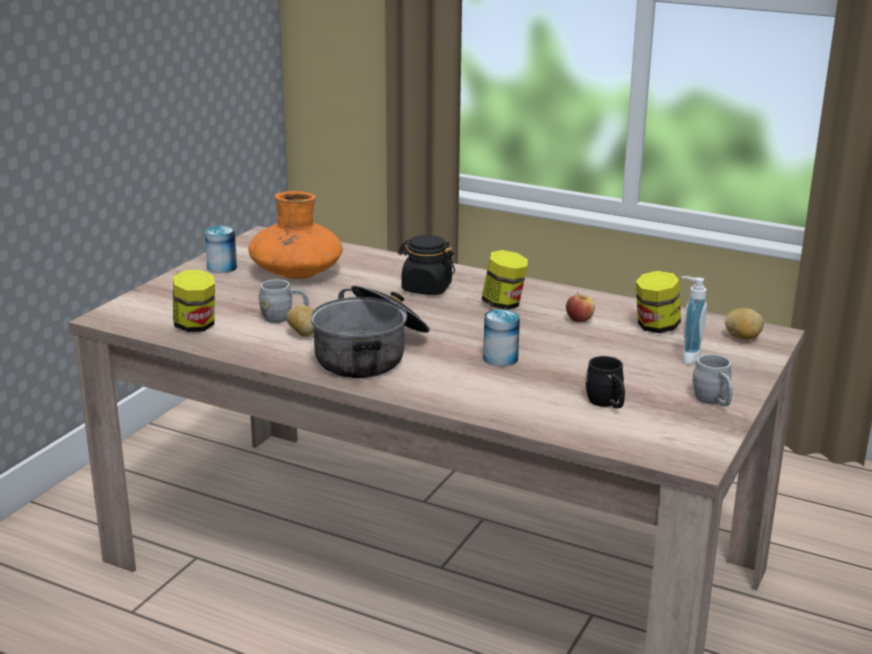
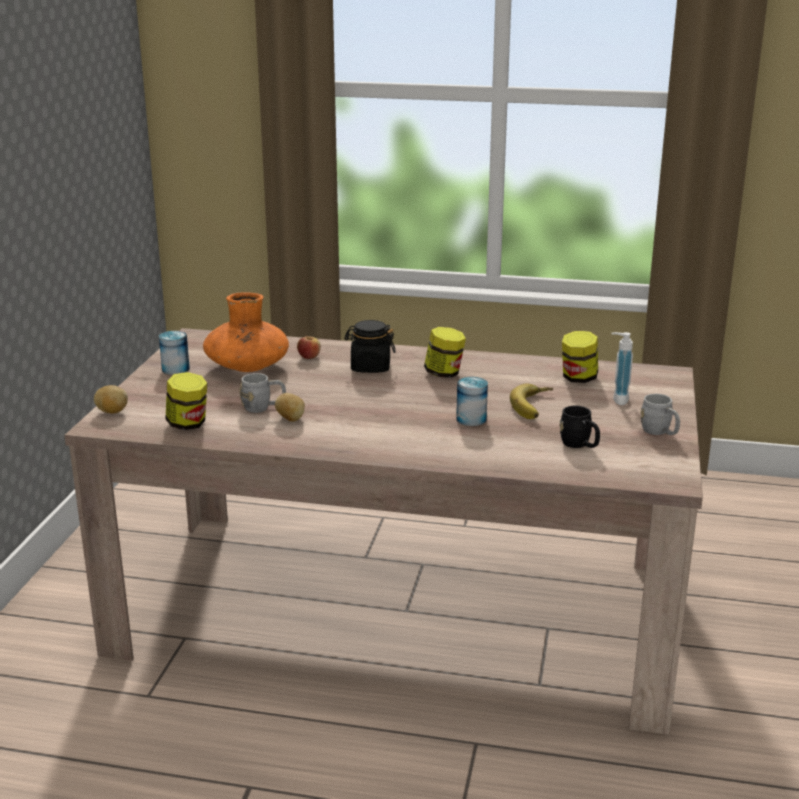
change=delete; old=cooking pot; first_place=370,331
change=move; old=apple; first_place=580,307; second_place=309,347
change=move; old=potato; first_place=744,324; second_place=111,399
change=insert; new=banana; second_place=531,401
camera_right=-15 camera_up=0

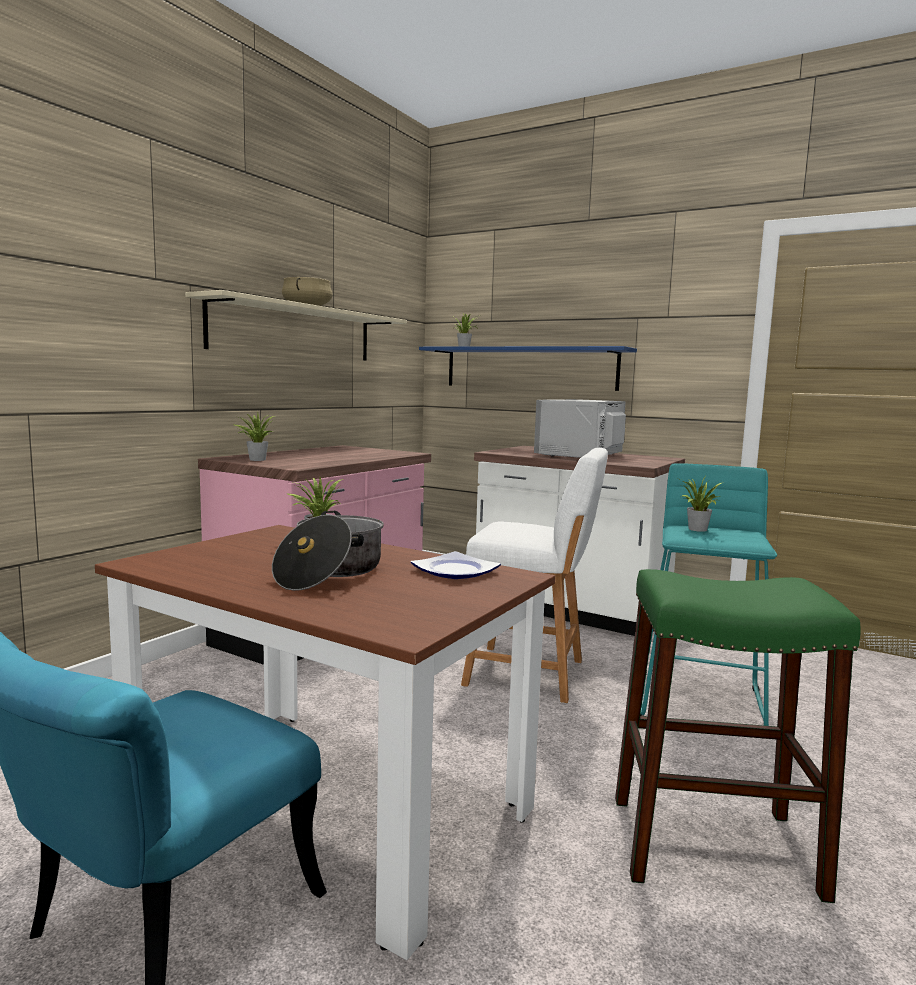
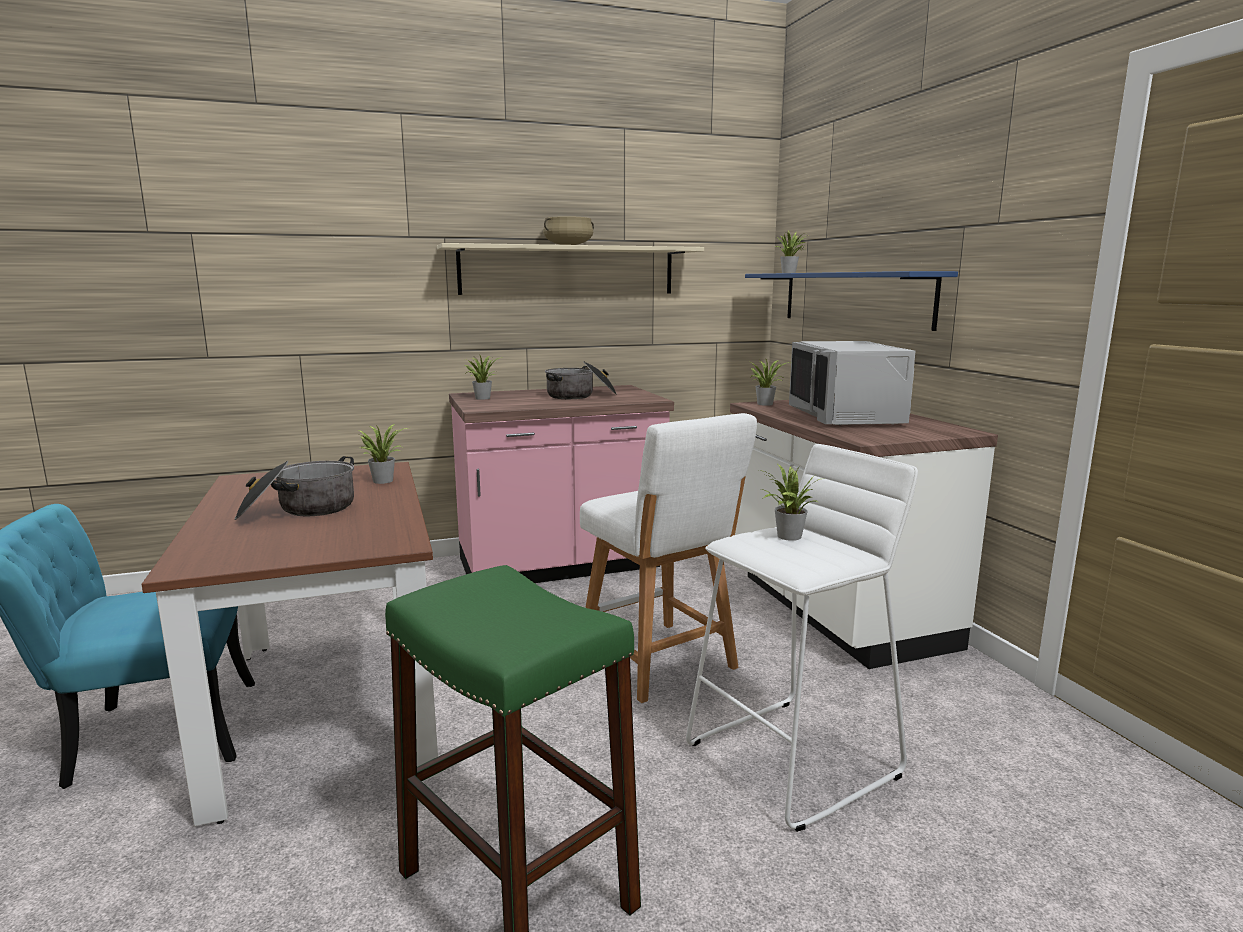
change=rotate; old=grey microwave; first_place=580,428; second_place=852,383; degrees=-75
change=recolor; old=turquoise stool; new=white stool; first_place=708,594; second_place=802,638
change=delete; old=plate; first_place=456,565
change=insert; new=potted plant; second_place=771,382
change=insert; new=cooking pot; second_place=581,380
camera_right=40 camera_up=5

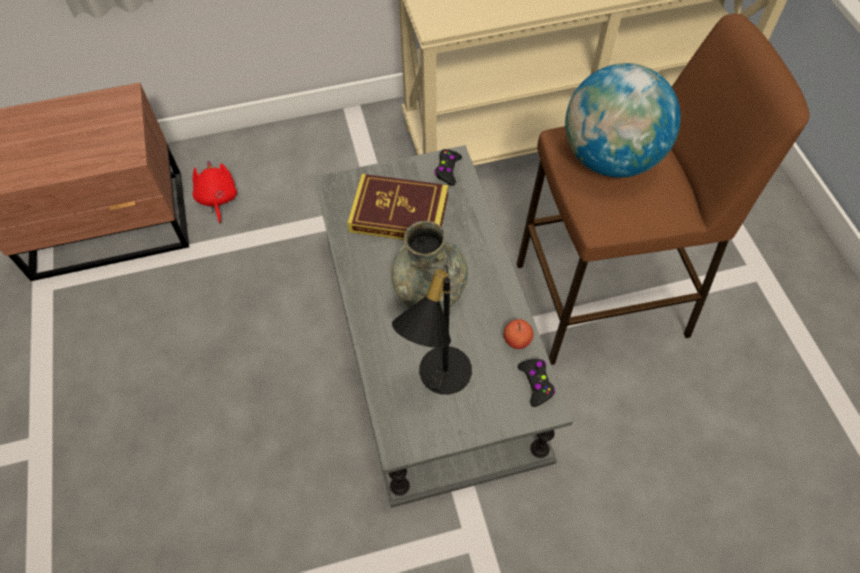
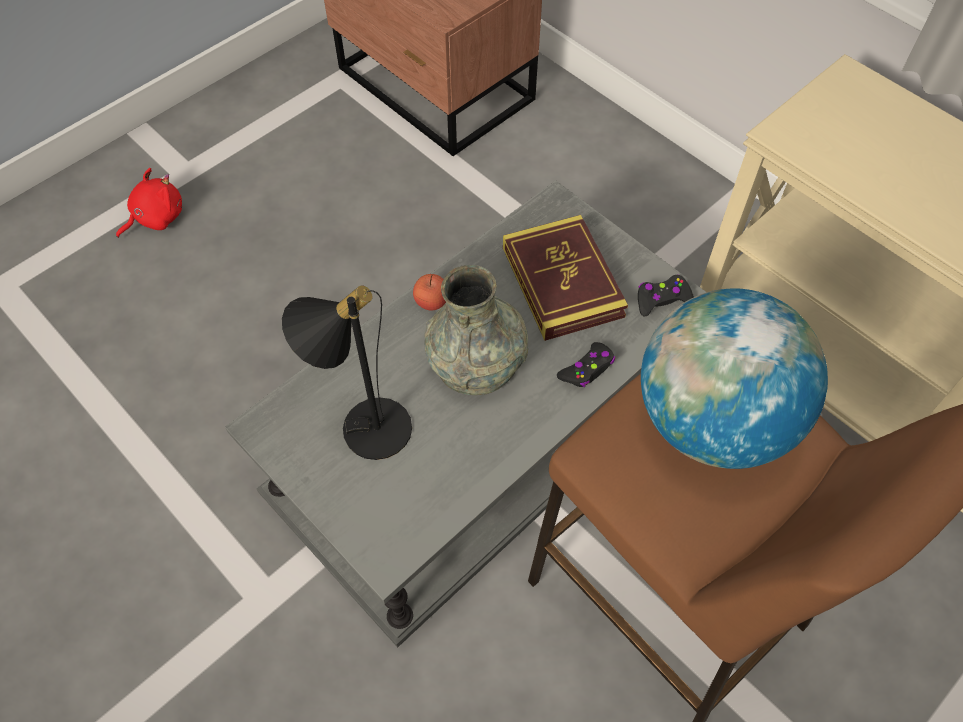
change=move; old=red plush toy; first_place=214,192; second_place=149,203
change=move; old=apple; first_place=518,334; second_place=429,292
change=move; old=black game controller; first_place=536,383; second_place=586,364
camera_right=60 camera_up=0

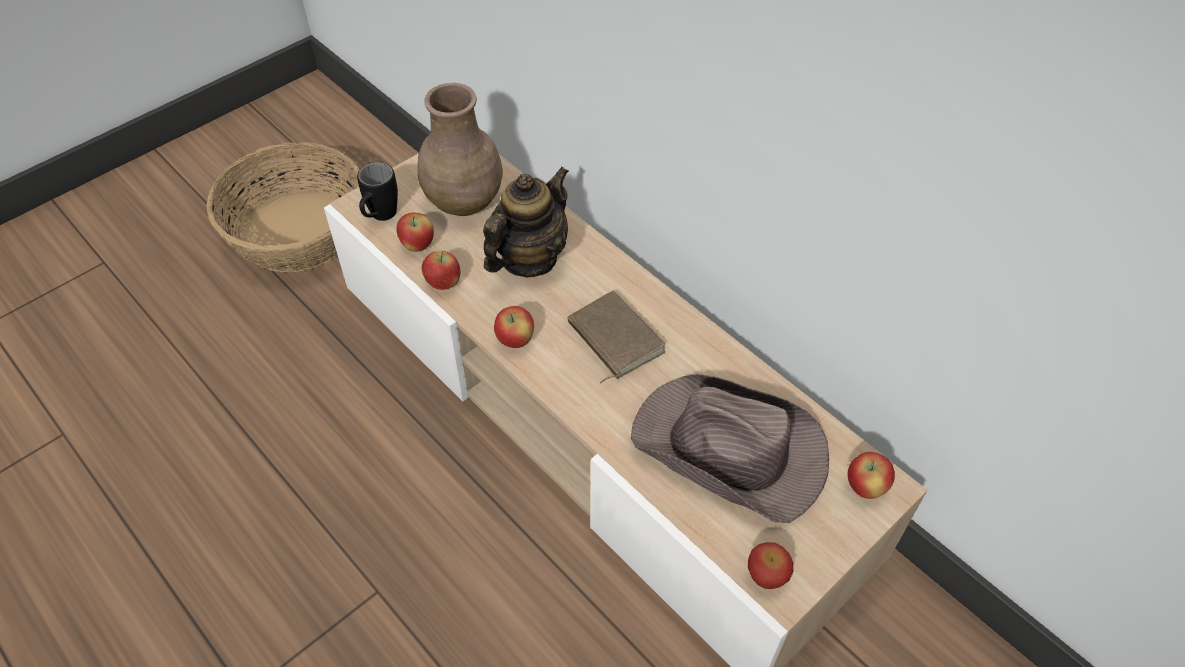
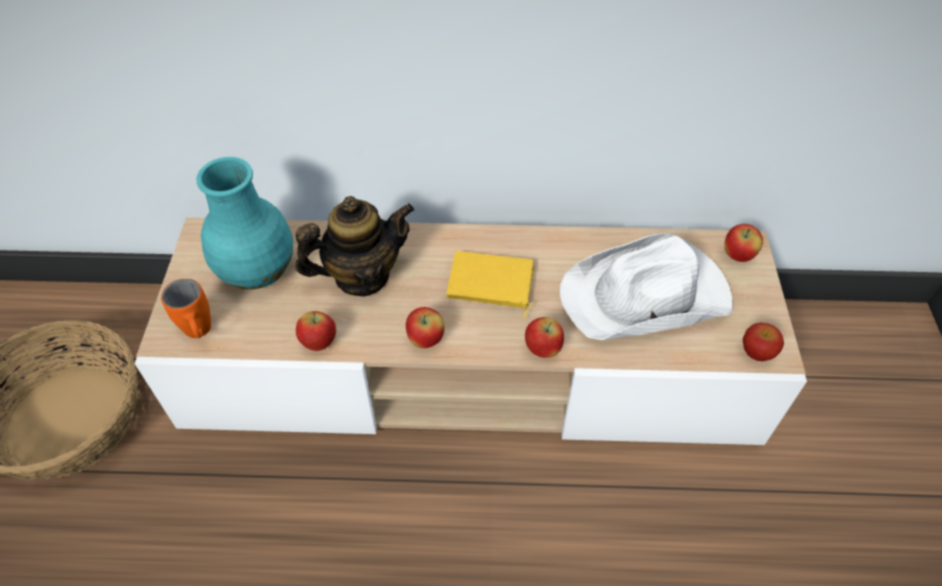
change=recolor; old=brown vase; new=turquoise vase; first_place=460,149; second_place=244,223
change=recolor; old=black mug; new=orange mug; first_place=377,191; second_place=186,308
change=rotate; old=teapot; first_place=526,222; second_place=354,246; degrees=75
change=move; old=apple; first_place=415,232; second_place=544,337
change=recolor; old=brown book; new=yellow book; first_place=616,337; second_place=490,285
change=recolor; old=brown hat; new=white hat; first_place=730,448; second_place=646,286
camera_right=-45 camera_up=0

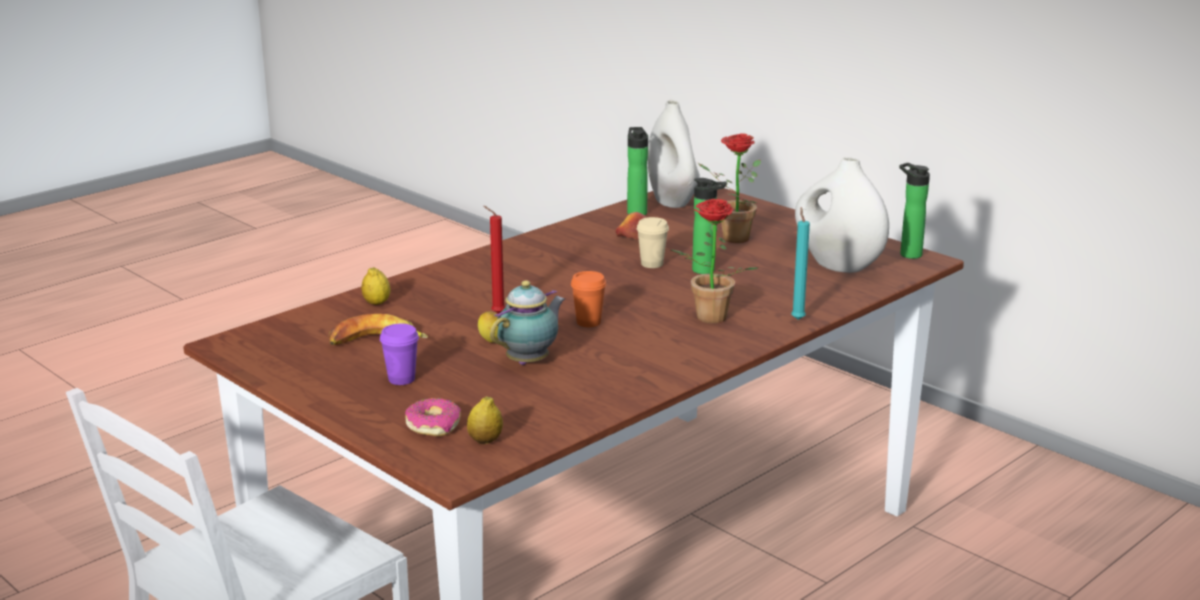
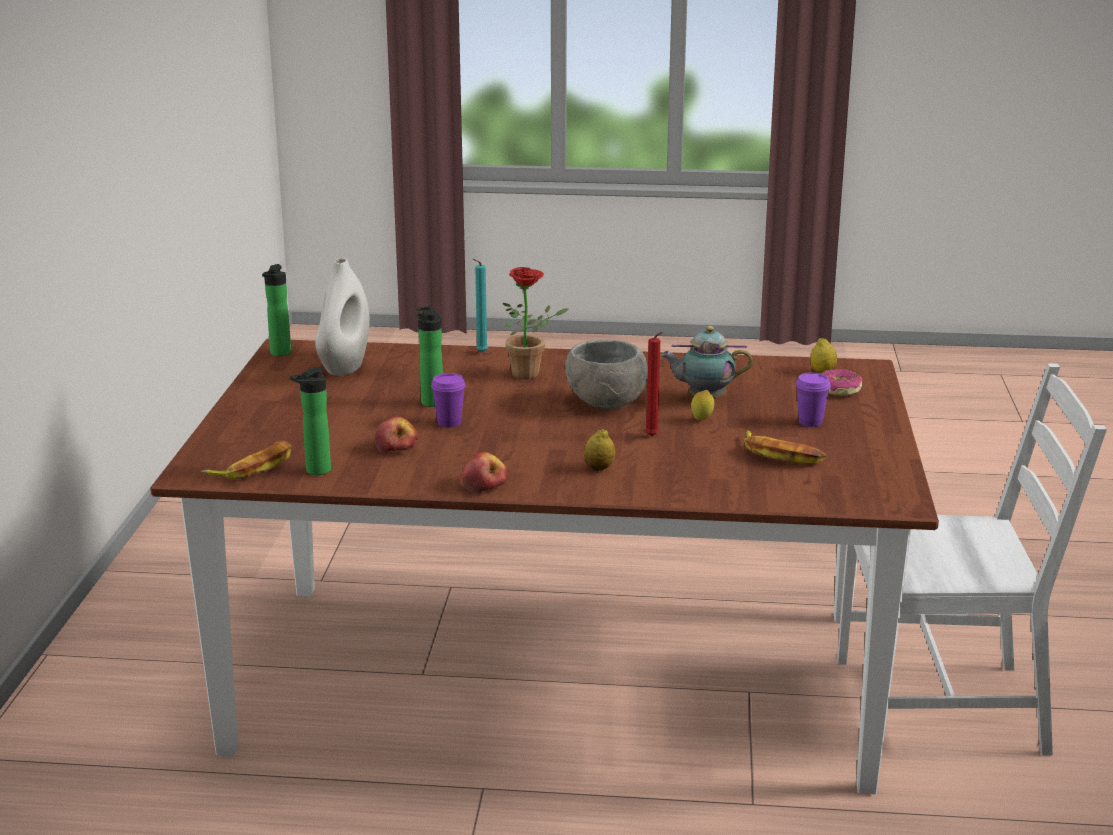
change=replace; old=white vase; new=banana; first_place=673,154; second_place=246,460
change=delete; old=potted plant; first_place=729,188
change=recolor; old=beige cup; new=purple cup; first_place=652,242; second_place=448,400
change=move; old=lemon; first_place=376,286; second_place=599,450
change=replace; old=orange cup; new=grey bowl; first_place=588,299; second_place=606,375
change=insert; new=apple; second_place=483,472
camera_right=-130 camera_up=0

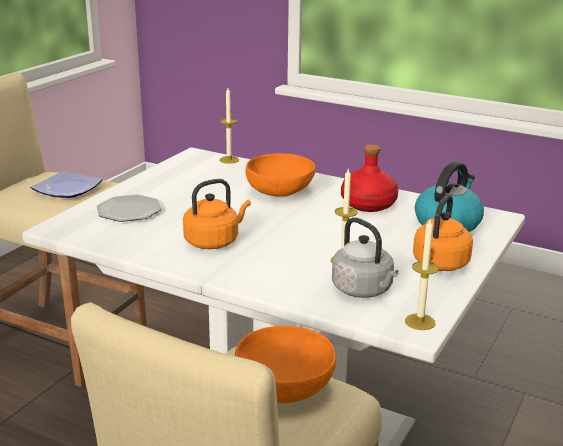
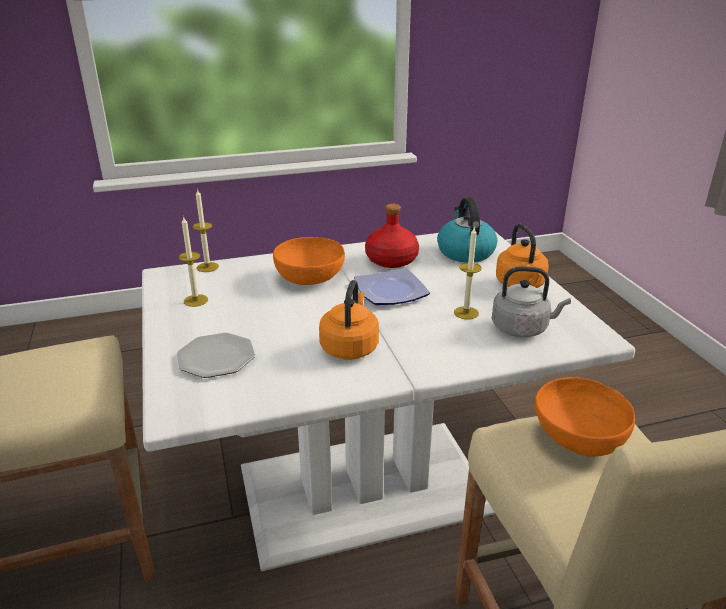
change=move; old=plate; first_place=66,184; second_place=392,286
change=move; old=candle; first_place=422,275; second_place=193,261
camera_right=-45 camera_up=5

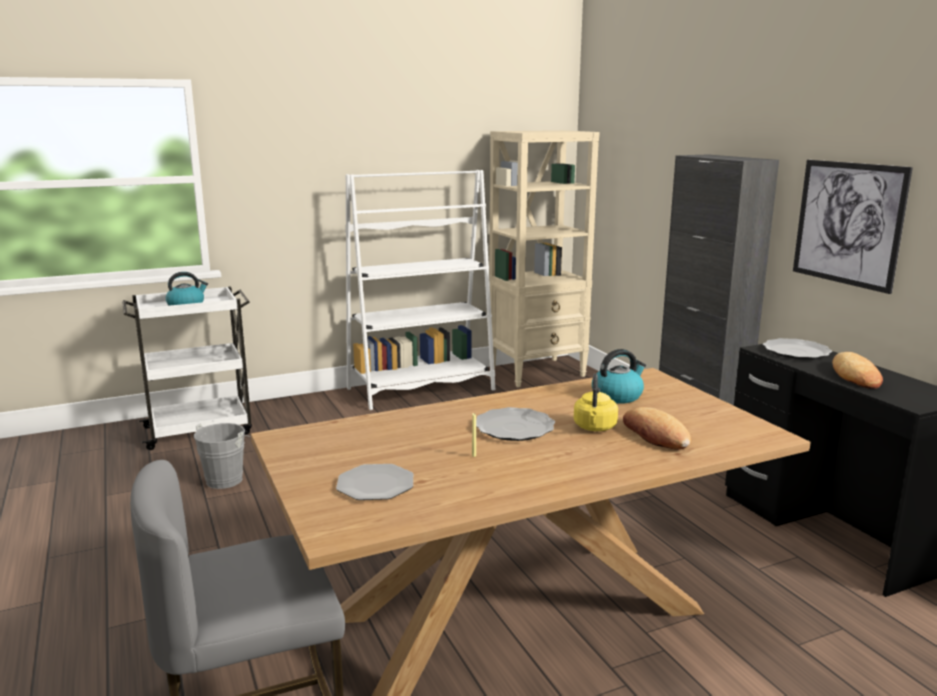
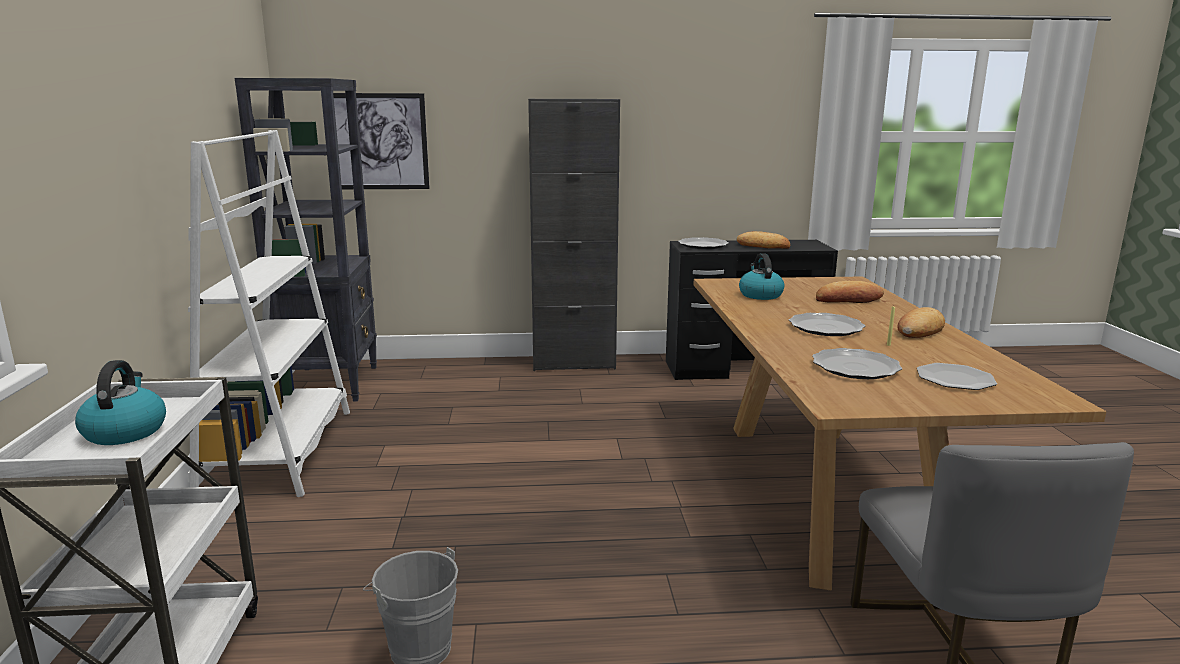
change=recolor; old=beige bookcase; new=black bookcase; first_place=544,258; second_place=306,239
change=move; old=picture; first_place=853,227; second_place=381,141
change=delete; old=yellow kettle; first_place=596,402
change=insert; new=bread; second_place=921,322
change=insert; new=plate; second_place=857,363
camera_right=-70 camera_up=0

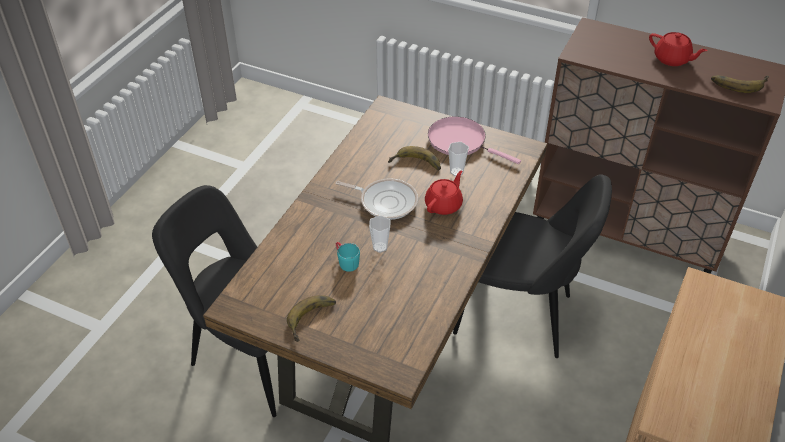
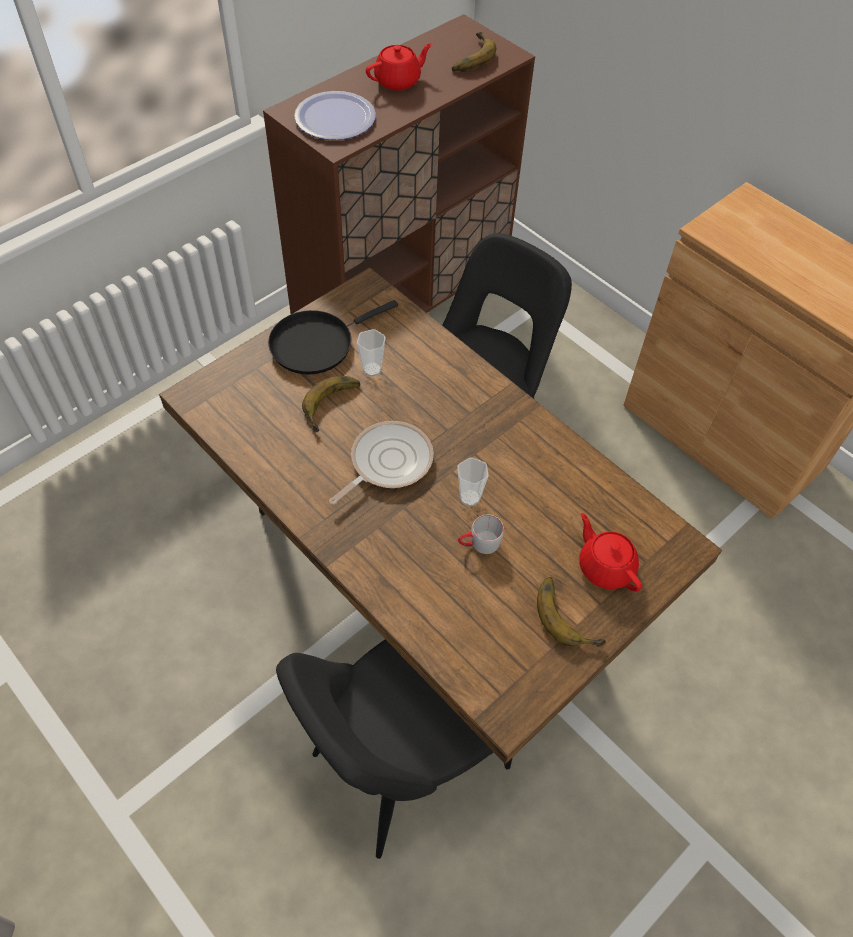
change=recolor; old=pink frying pan; new=black frying pan; first_place=474,140; second_place=333,337
change=move; old=red teapot; first_place=444,192; second_place=610,552
change=recolor; old=turquoise mug; new=grey mug; first_place=348,257; second_place=481,534
change=insert; new=plate; second_place=335,115
camera_right=-70 camera_up=10

